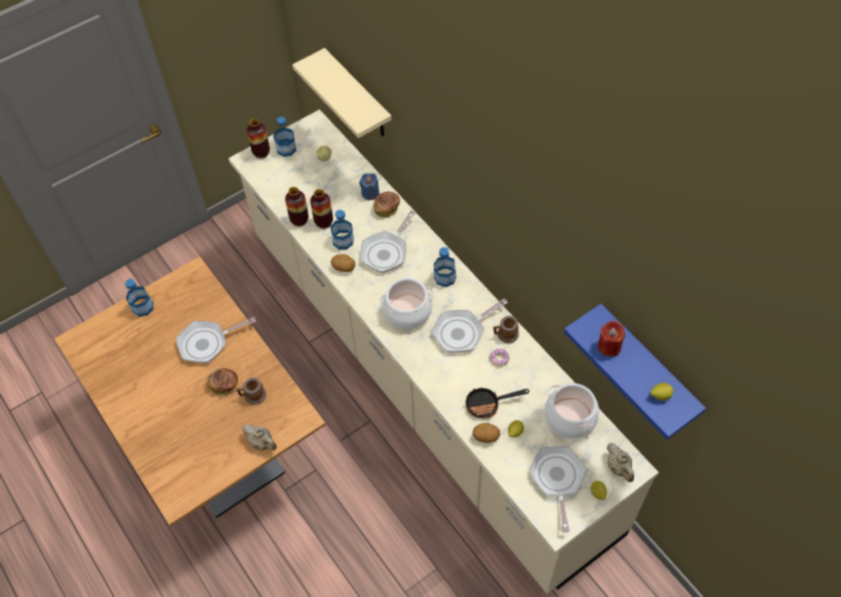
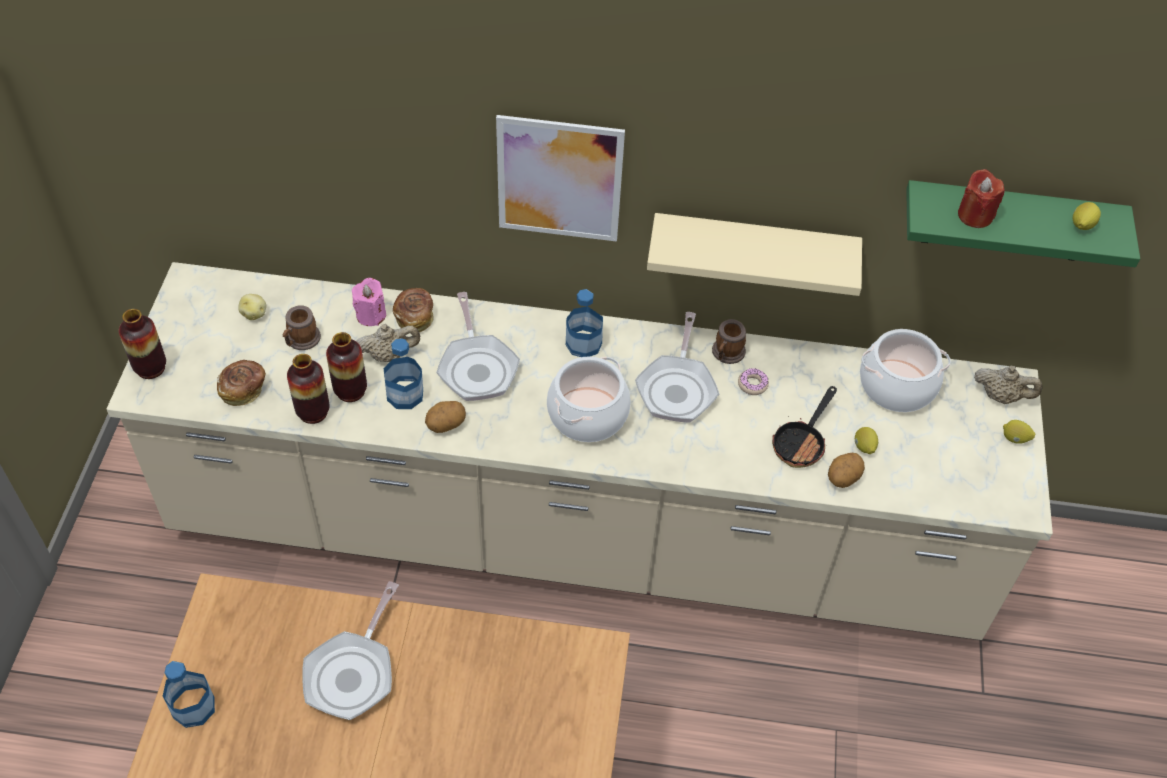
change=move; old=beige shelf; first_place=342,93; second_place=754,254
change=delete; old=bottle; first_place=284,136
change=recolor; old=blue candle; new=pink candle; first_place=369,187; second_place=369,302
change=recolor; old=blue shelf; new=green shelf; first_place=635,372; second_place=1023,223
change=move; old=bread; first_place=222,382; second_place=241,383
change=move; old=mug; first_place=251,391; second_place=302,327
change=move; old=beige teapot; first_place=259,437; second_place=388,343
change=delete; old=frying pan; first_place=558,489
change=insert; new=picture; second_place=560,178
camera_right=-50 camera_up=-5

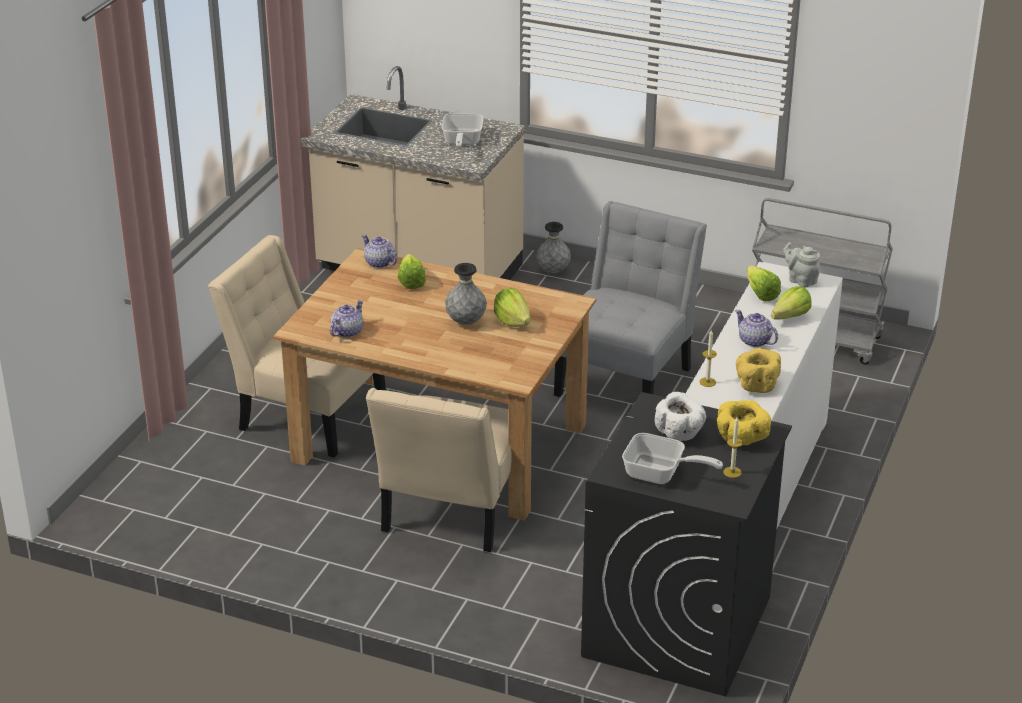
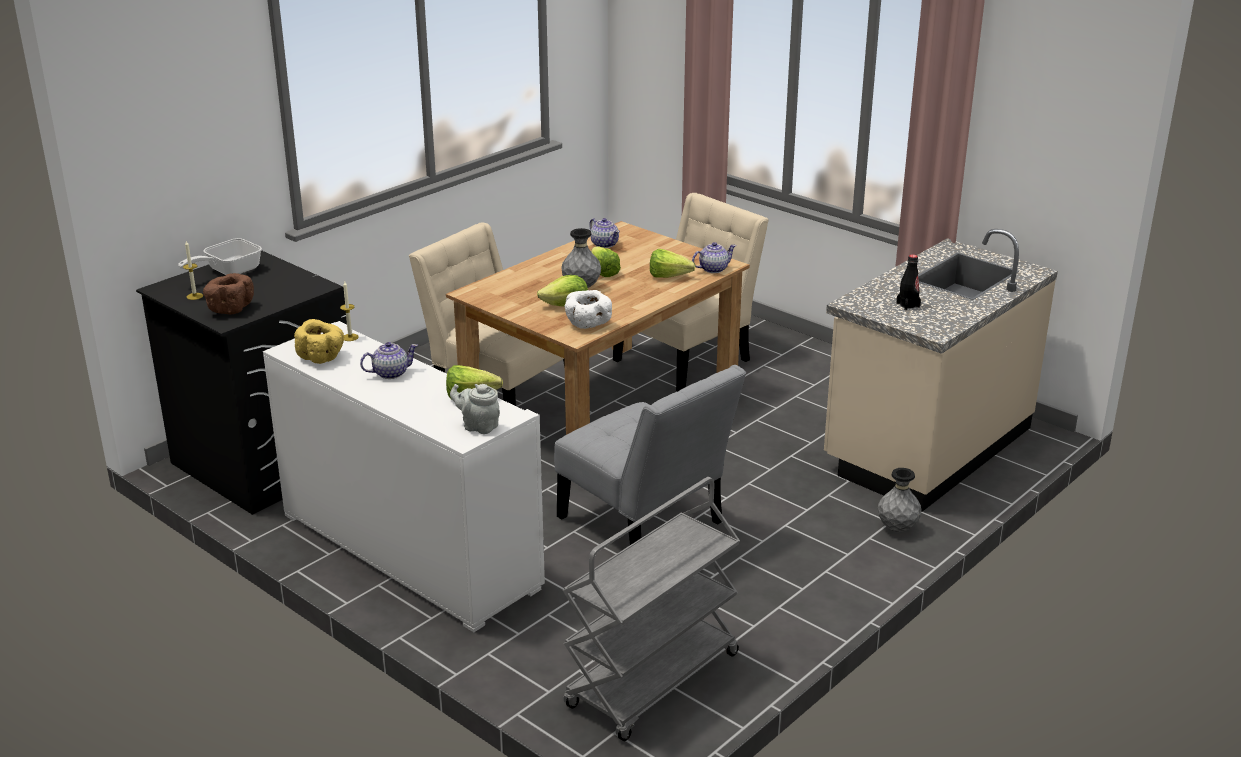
change=replace; old=frying pan; new=black bottle; first_place=462,130; second_place=908,282
change=rotate; old=grey teapot; first_place=801,265; second_place=475,409; degrees=-135
change=move; old=lettuce; first_place=791,303; second_place=606,261
change=move; old=white bowl; first_place=680,416; second_place=588,309
change=recolor; old=yellow bowl; new=brown bowl; first_place=744,423; second_place=228,294
camera_right=110 camera_up=-5

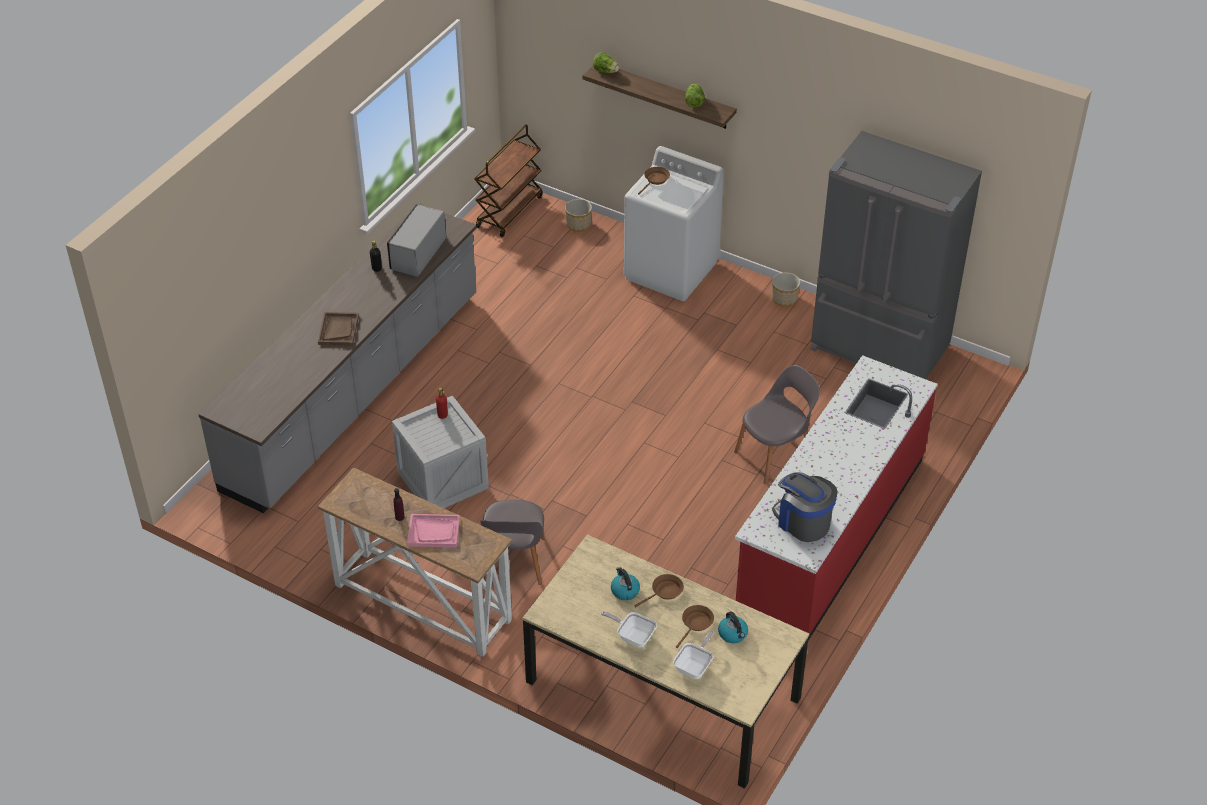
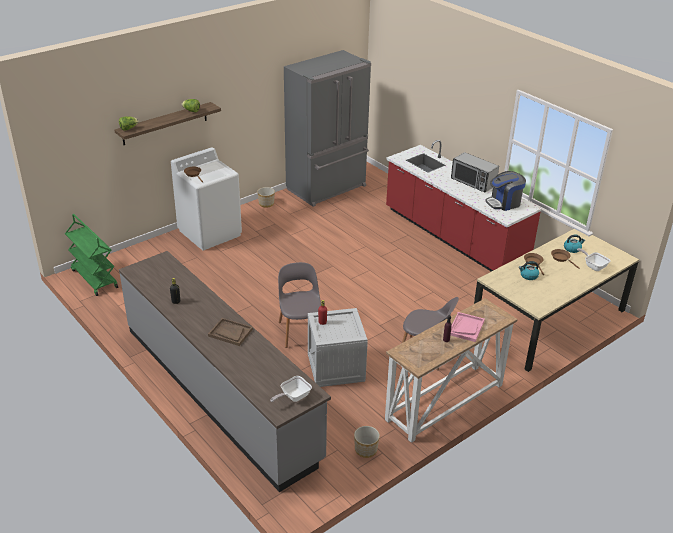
change=recolor; old=brown cart; new=green cart; first_place=508,180; second_place=91,255
change=move; old=planter; first_place=578,215; second_place=367,442
change=move; old=microwave; first_place=416,240; second_place=475,172
change=move; old=grey chair; first_place=777,424; second_place=299,305
change=move; old=frying pan; first_place=629,629; second_place=291,389
camera_right=-70 camera_up=-10

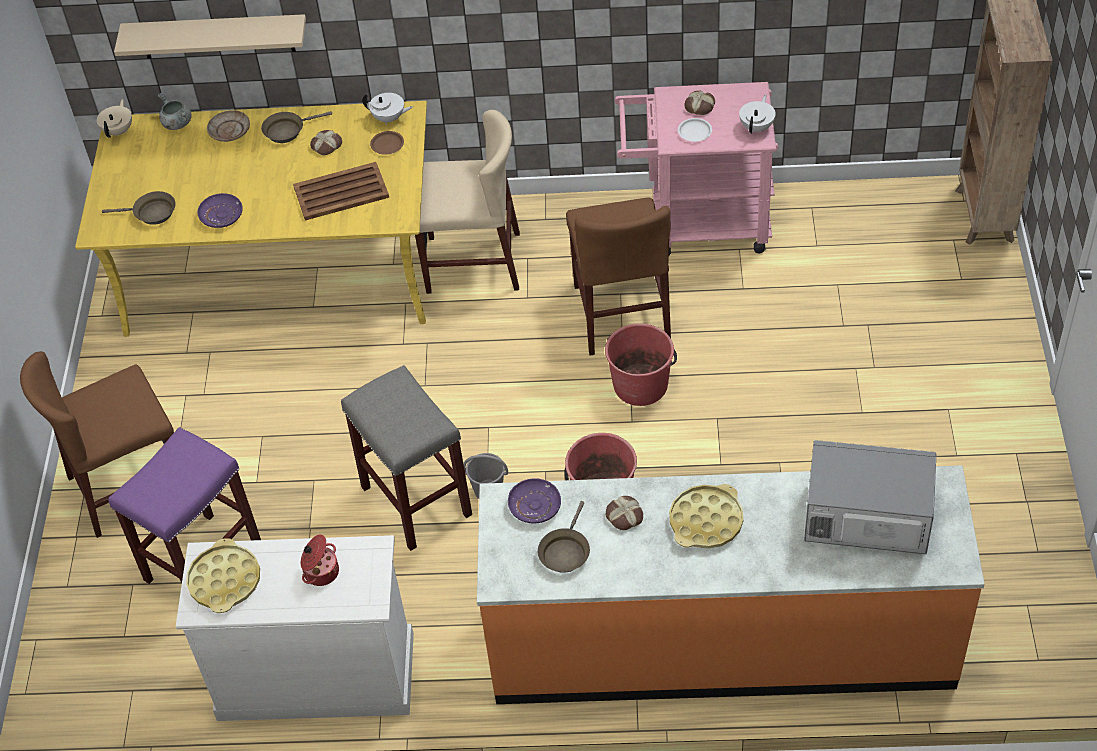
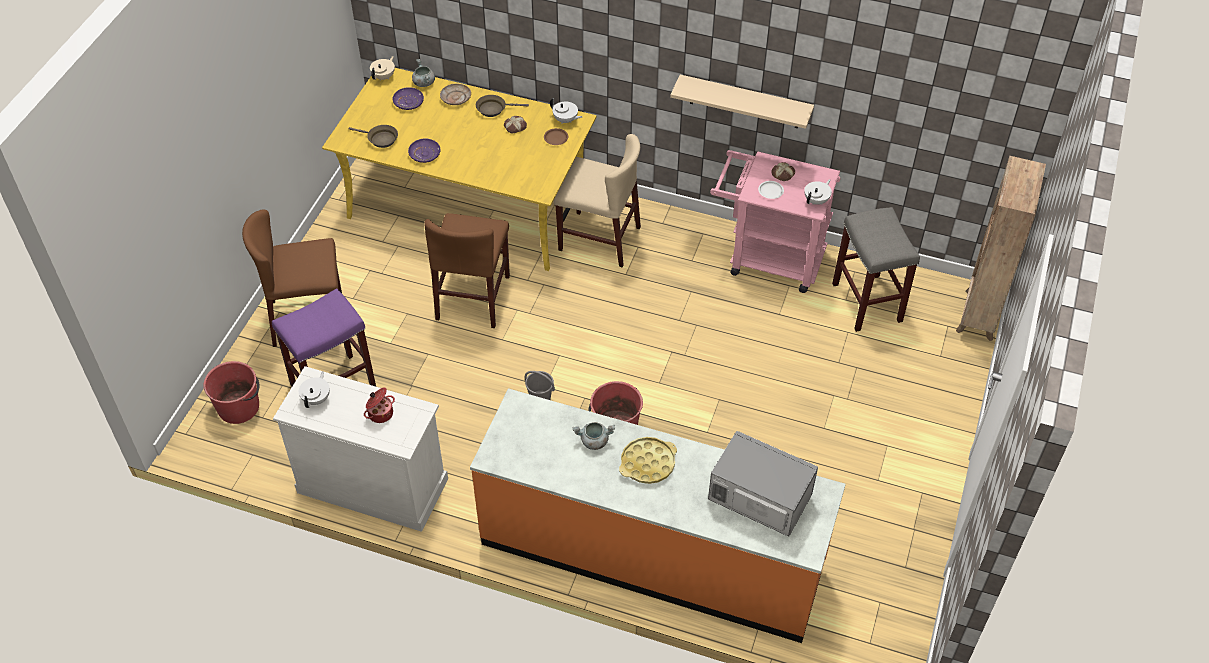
change=move; old=beige shelf; first_place=210,36; second_place=742,102
change=delete; old=brown tray; first_place=341,191
change=move; old=brown chair; first_place=618,277; second_place=467,270
change=move; old=red bucket; first_place=641,364; second_place=231,392
change=move; old=grey stool; first_place=406,458; second_place=876,269
change=move; old=purple plate; first_place=534,500; second_place=408,98
change=replace; old=bread; new=grey cooking pot; first_place=624,513; second_place=594,436
change=delete; old=brown frying pan; first_place=564,537
change=replace; old=yellow tray; new=white teapot; first_place=223,575; second_place=314,389
camera_right=15 camera_up=0

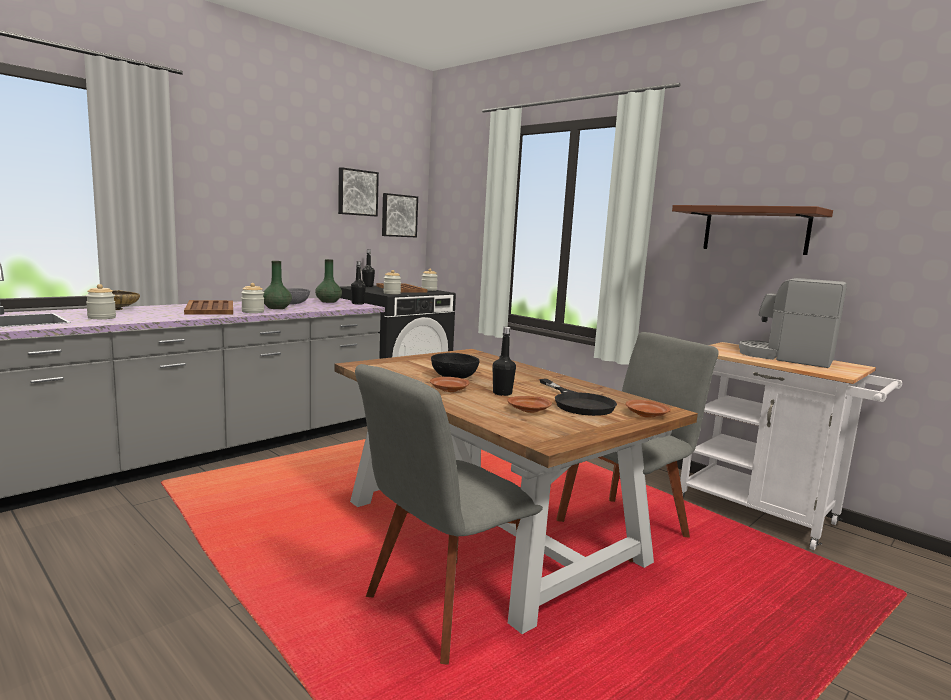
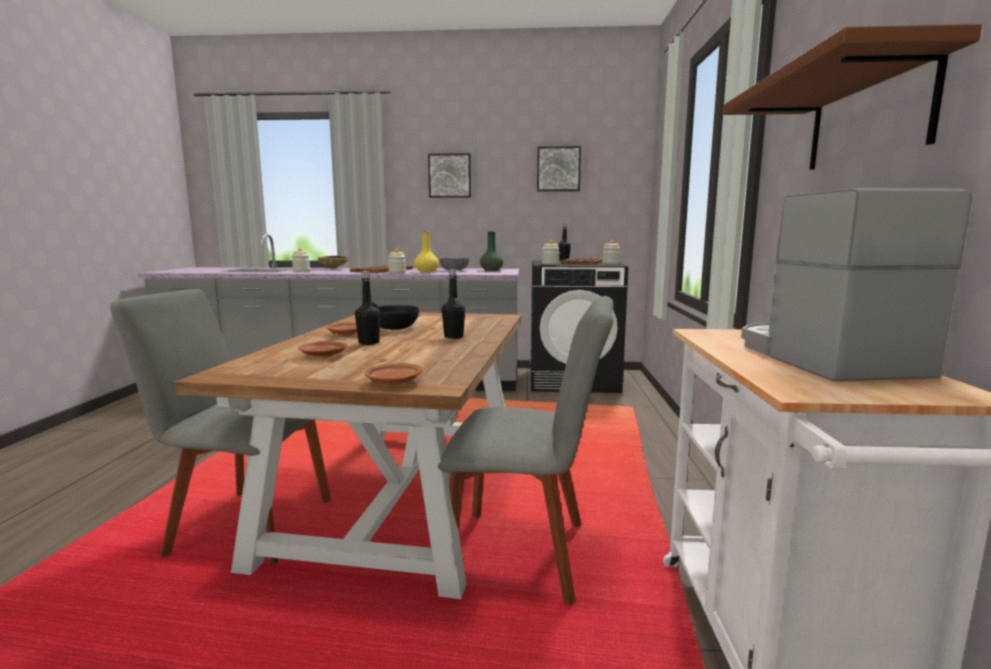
change=move; old=picture; first_place=400,215; second_place=449,175
change=recolor; old=green vase; new=yellow vase; first_place=277,285; second_place=426,252
change=move; old=black bottle; first_place=358,283; second_place=453,304
change=delete; old=black frying pan; first_place=578,397
camera_right=50 camera_up=0

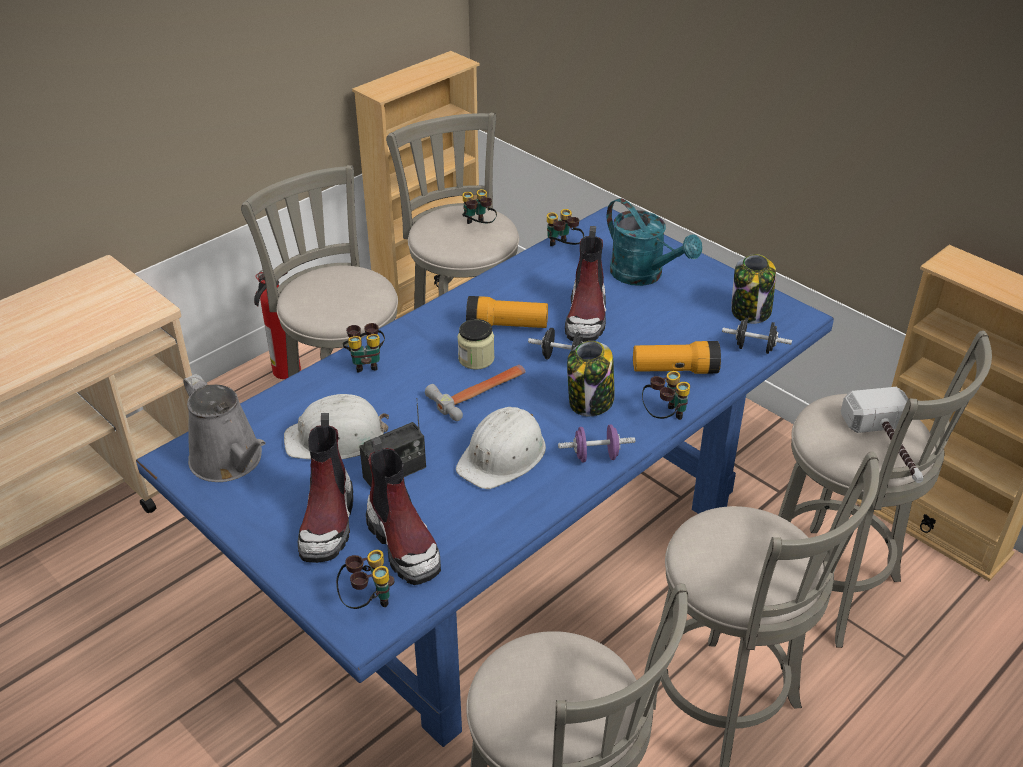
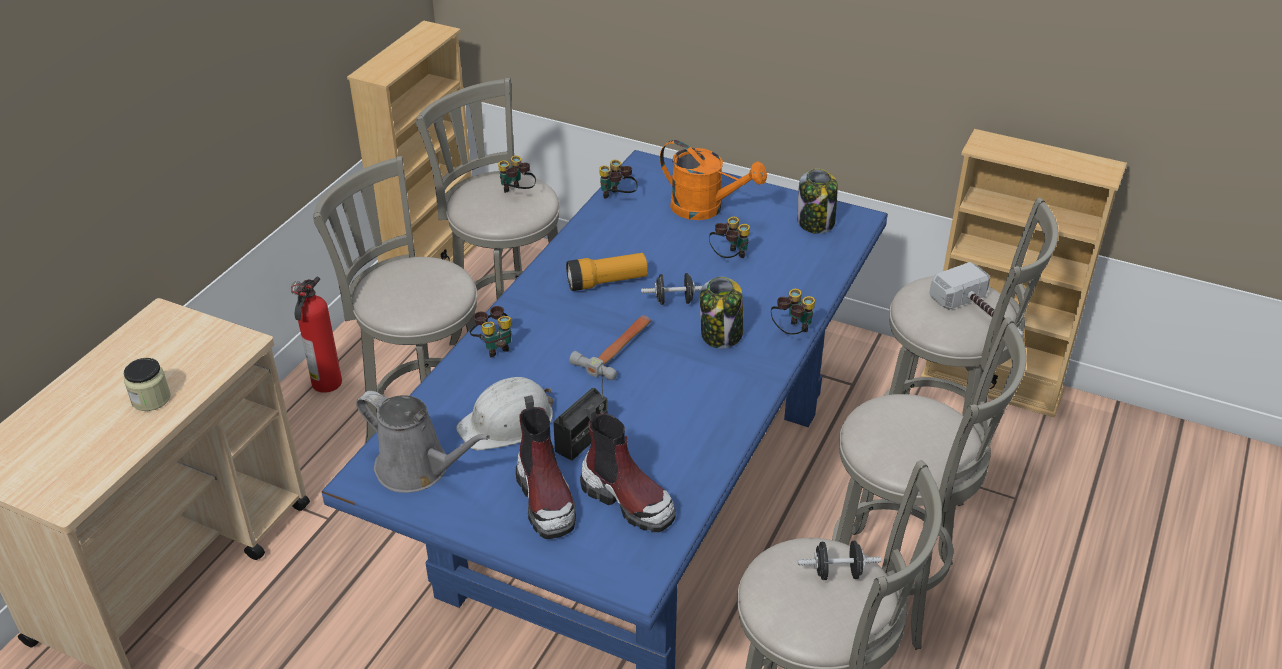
change=recolor; old=turquoise watering can; new=orange watering can; first_place=654,242; second_place=713,180
change=delete; old=boot; first_place=585,284
change=move; old=black dumbbell; first_place=757,336; second_place=839,560
change=move; old=jar; first_place=475,344; second_place=147,384
change=delete; old=flashlight; first_place=677,357
change=delete; old=white hard hat; first_place=501,448
change=delete; old=purple dumbbell; first_place=596,443
change=move; old=binoculars; first_place=365,579; second_place=729,237
camera_right=-20 camera_up=0

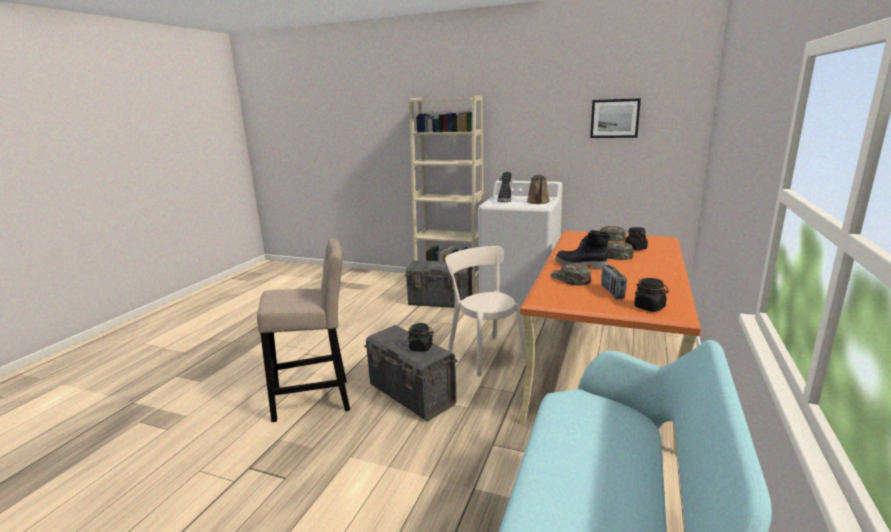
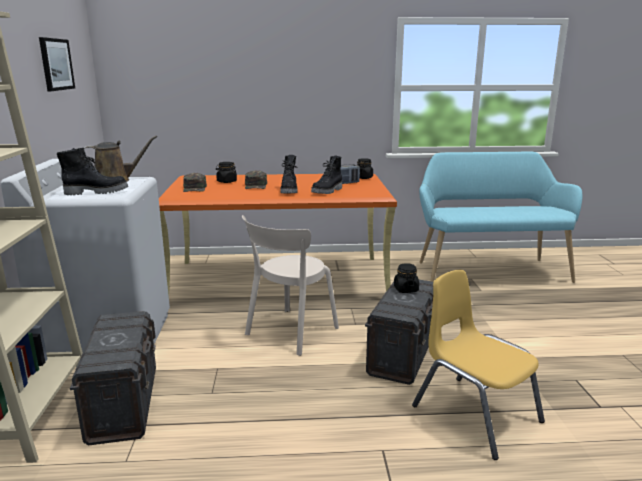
change=replace; old=beige stool; new=yellow chair; first_place=303,330; second_place=478,365
change=replace; old=green cap; new=black boot; first_place=570,274; second_place=326,175
camera_right=-115 camera_up=0

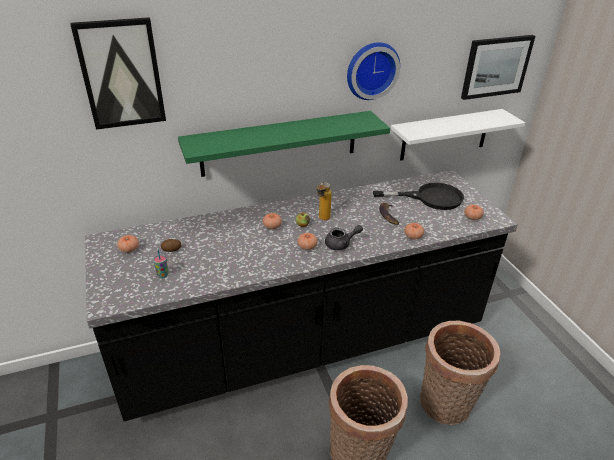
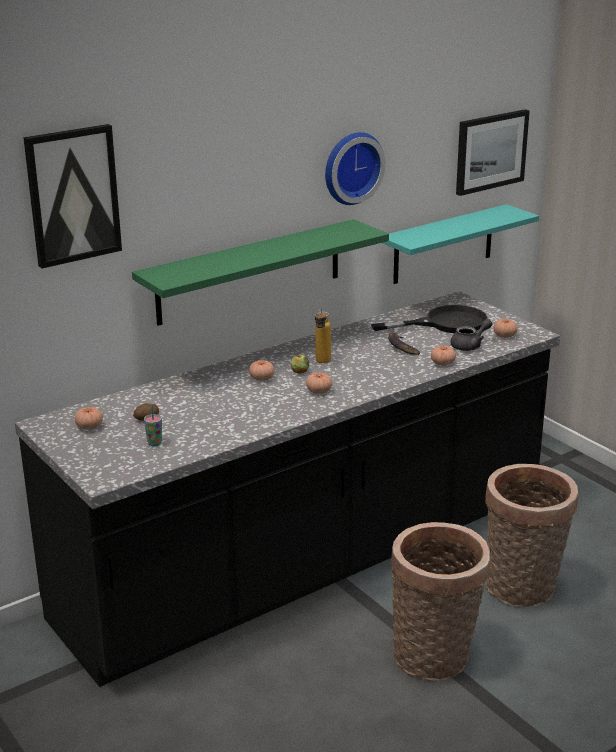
change=recolor; old=white shelf; new=turquoise shelf; first_place=458,135; second_place=460,244
change=move; old=grey teapot; first_place=344,237; second_place=471,335
camera_right=-15 camera_up=-10

